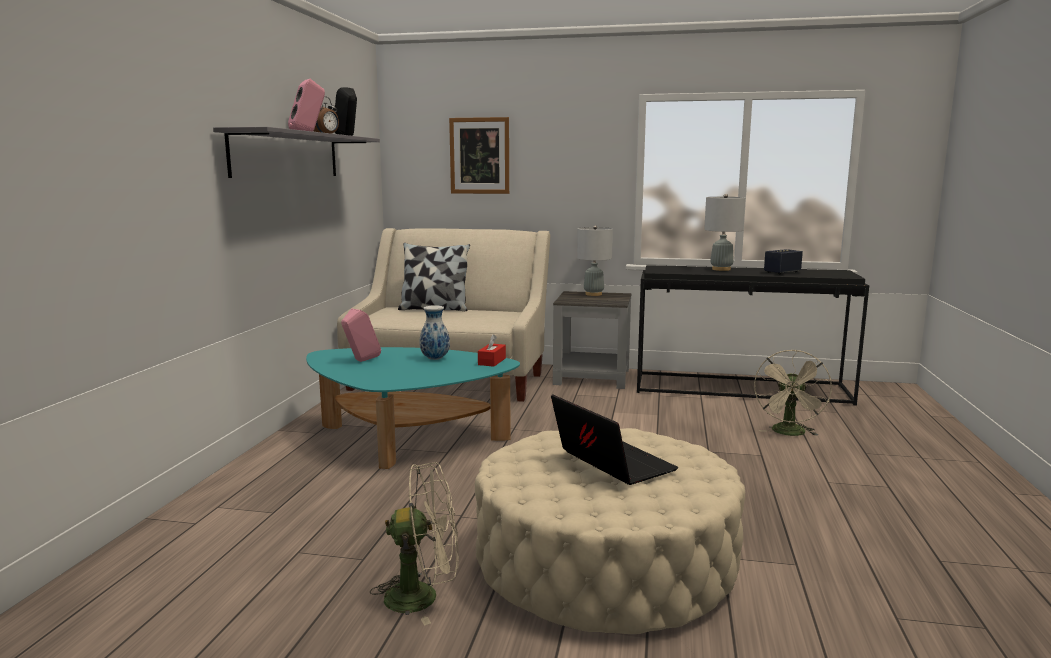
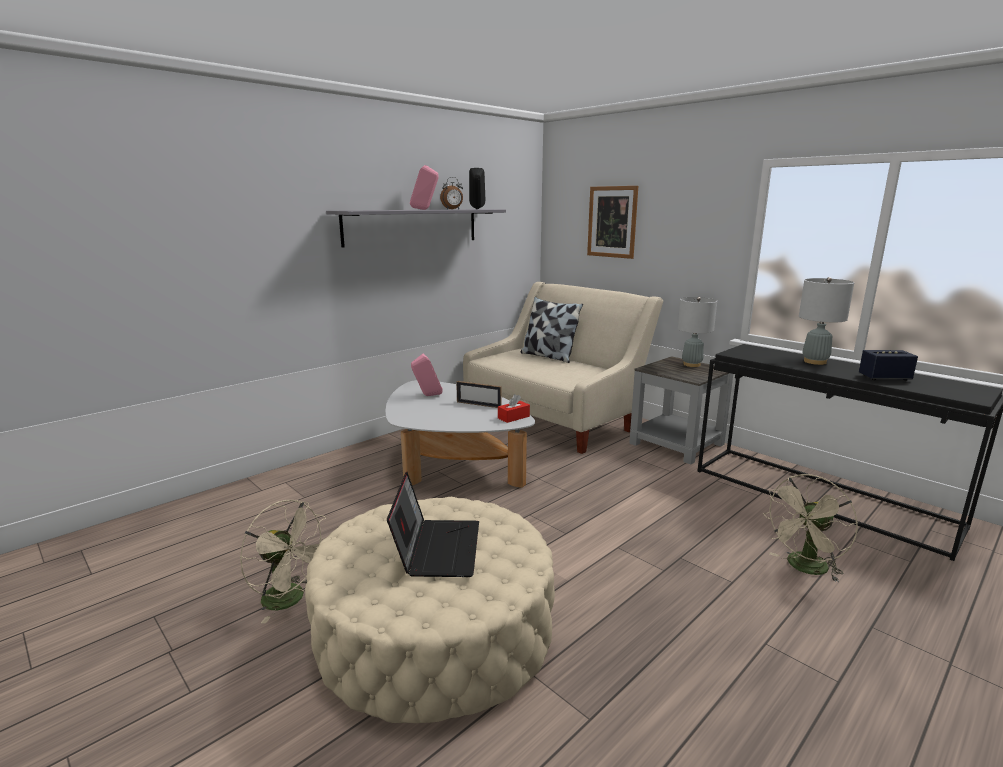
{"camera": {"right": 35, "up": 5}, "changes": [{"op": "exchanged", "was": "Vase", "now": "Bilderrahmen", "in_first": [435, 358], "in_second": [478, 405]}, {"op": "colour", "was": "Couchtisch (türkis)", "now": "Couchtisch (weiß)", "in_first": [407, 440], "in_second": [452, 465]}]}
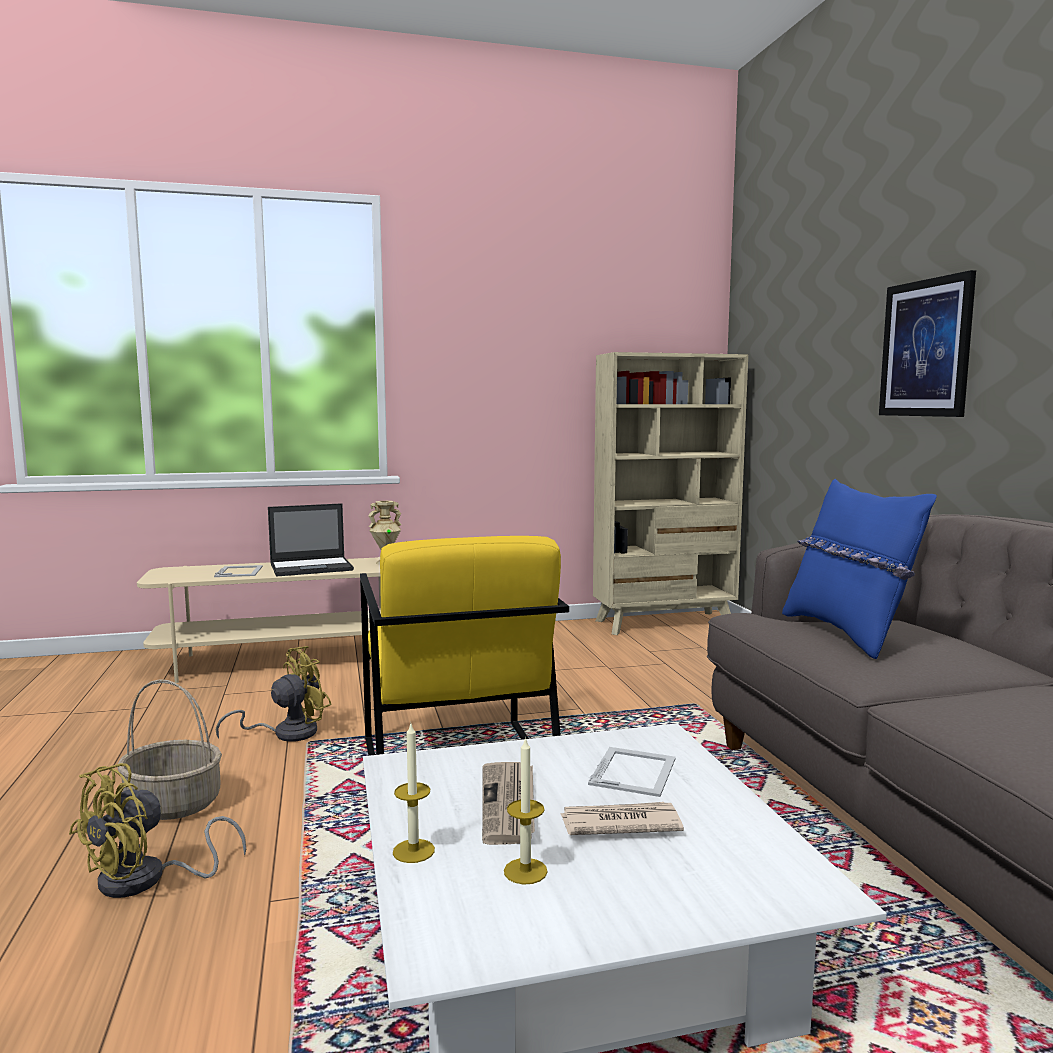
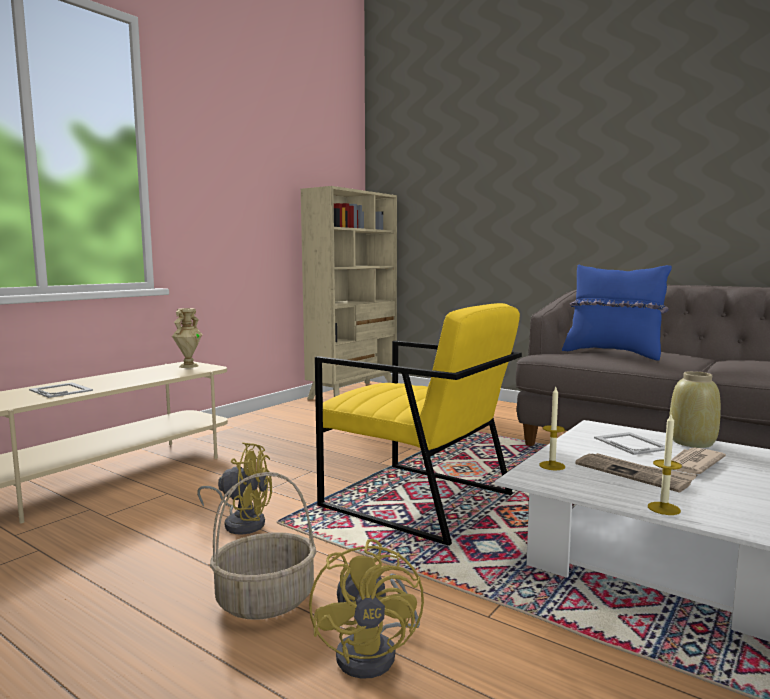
{"camera": {"right": -40, "up": 0}, "changes": [{"op": "missing", "was": "Laptop", "in_first": [312, 567]}, {"op": "missing", "was": "Bild", "in_first": [926, 348]}, {"op": "appeared", "now": "Vase (beige)", "in_second": [691, 442]}, {"op": "relocated", "was": "Kerze", "in_first": [525, 871], "in_second": [552, 465]}, {"op": "spun", "was": "Ventilator (gelb)", "in_first": [287, 733], "in_second": [241, 522], "clockwise": 90}]}
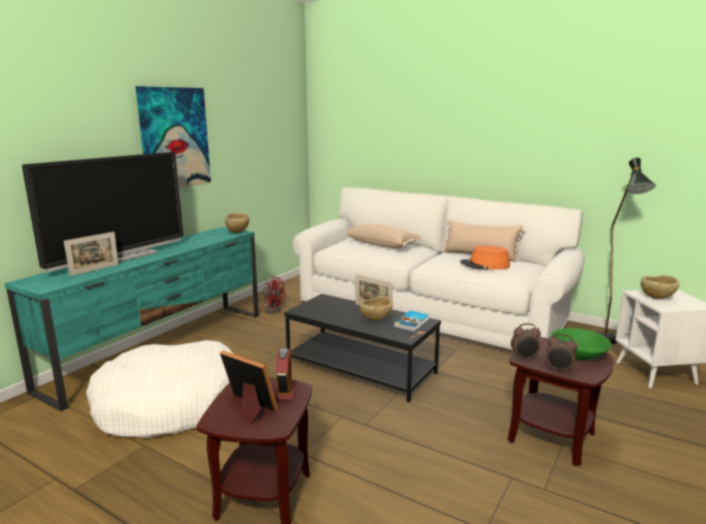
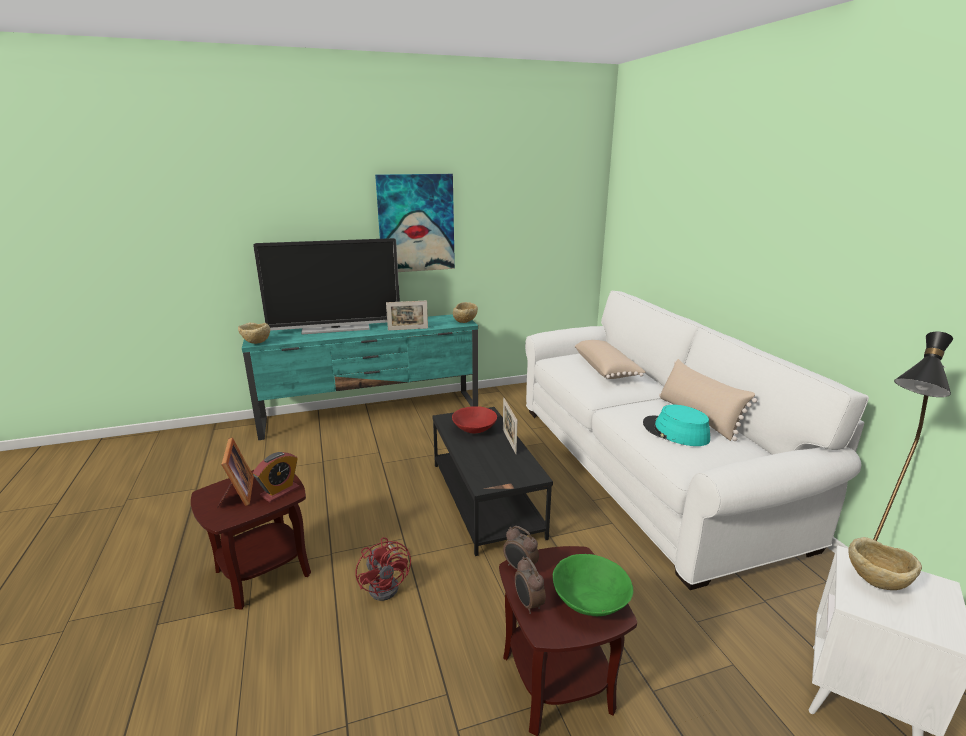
{"camera": {"right": 40, "up": 5}, "changes": [{"op": "missing", "was": "Hundebett (weiß)", "in_first": [170, 405]}, {"op": "missing", "was": "Buch", "in_first": [412, 323]}, {"op": "appeared", "now": "Schüssel (rot)", "in_second": [474, 429]}, {"op": "relocated", "was": "Bilderrahmen", "in_first": [94, 270], "in_second": [408, 329]}, {"op": "relocated", "was": "Ventilator (rot)", "in_first": [272, 309], "in_second": [388, 585]}, {"op": "relocated", "was": "Schüssel (beige)", "in_first": [376, 320], "in_second": [256, 343]}, {"op": "colour", "was": "Hut (orange)", "now": "Hut (türkis)", "in_first": [485, 265], "in_second": [675, 432]}]}
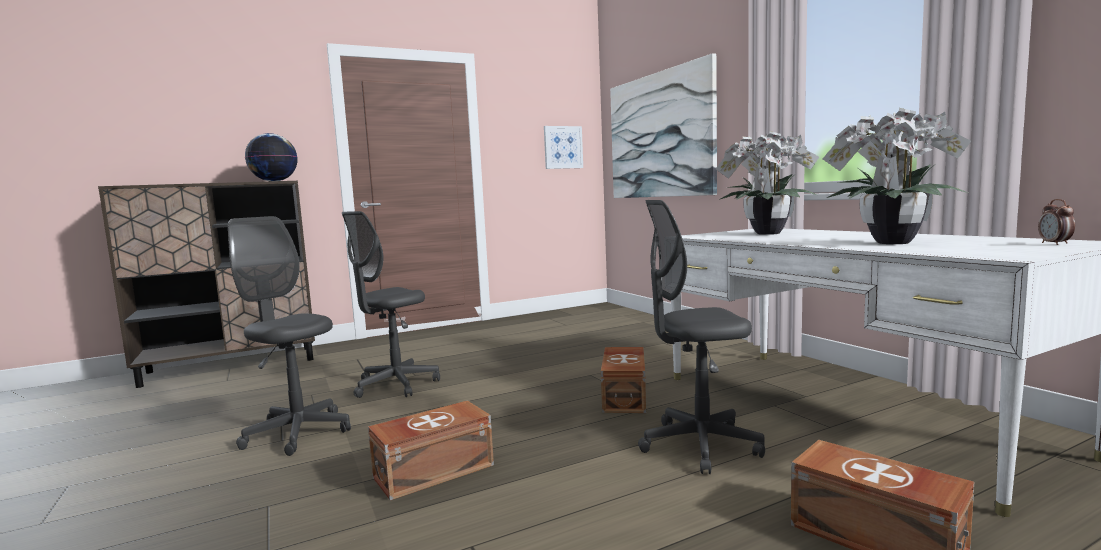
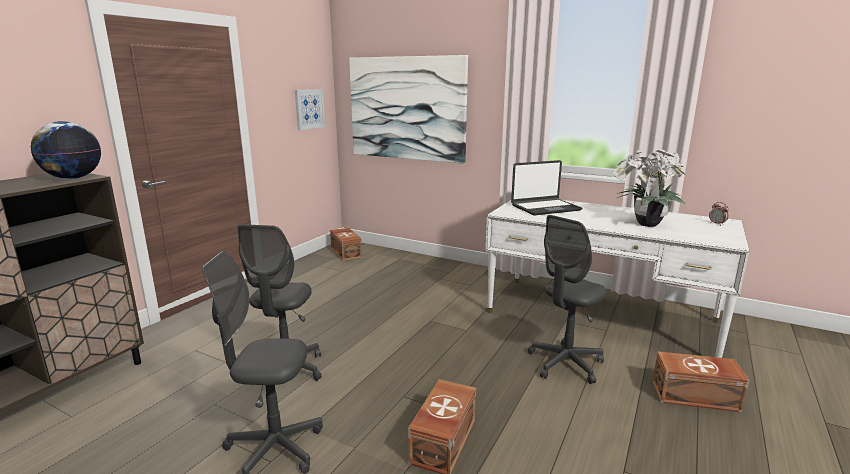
{"camera": {"right": -35, "up": 10}, "changes": [{"op": "relocated", "was": "Aufbewahrungsbox (braun)", "in_first": [625, 396], "in_second": [346, 252]}, {"op": "exchanged", "was": "Topfpflanze", "now": "Laptop", "in_first": [765, 233], "in_second": [545, 208]}]}
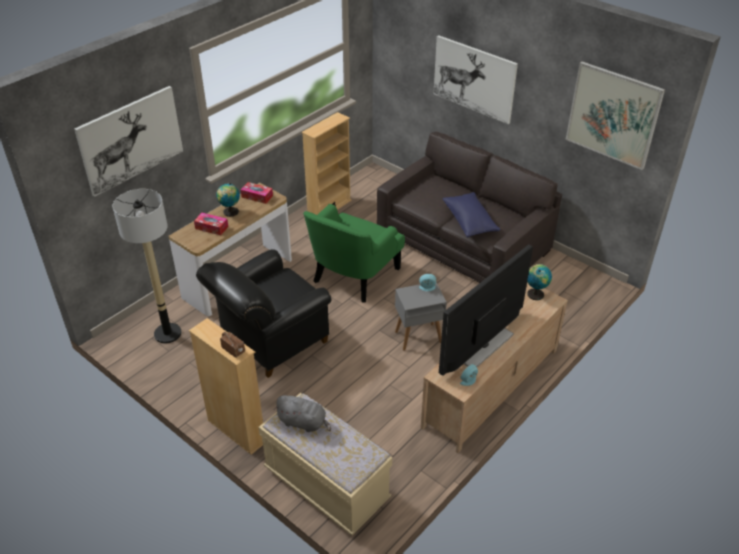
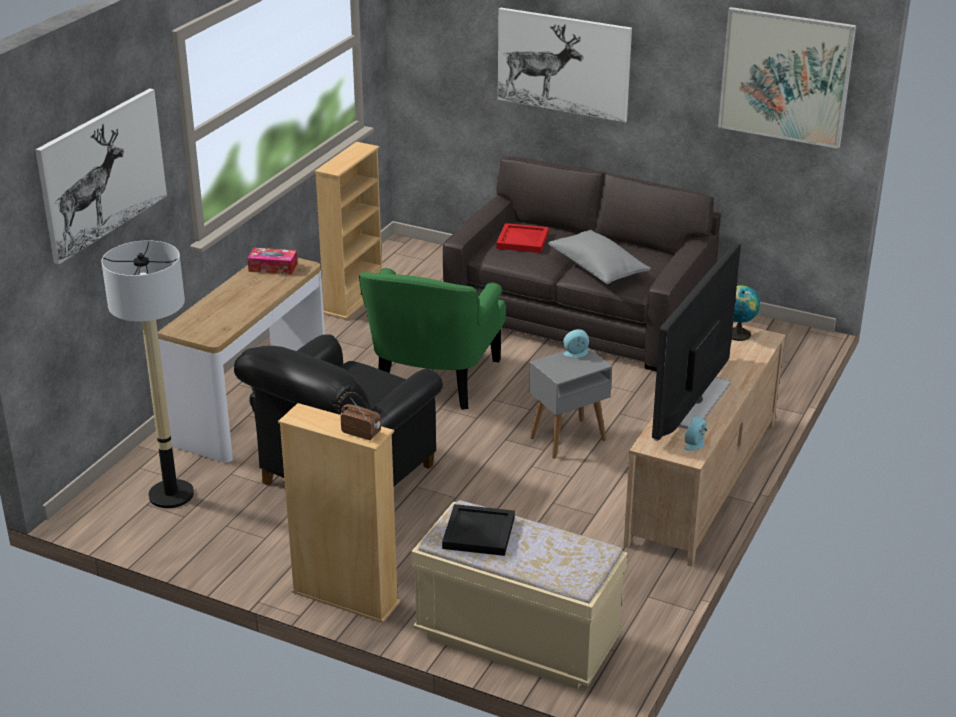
{"camera": {"right": -15, "up": -10}, "changes": [{"op": "missing", "was": "Taschentuchbox", "in_first": [211, 227]}, {"op": "missing", "was": "Globus", "in_first": [230, 212]}, {"op": "appeared", "now": "Tablett (rot)", "in_second": [523, 241]}, {"op": "exchanged", "was": "Plüschtier (grau)", "now": "Tablett (schwarz)", "in_first": [304, 423], "in_second": [480, 532]}, {"op": "colour", "was": "Kissen (blau)", "now": "Kissen (grau)", "in_first": [469, 222], "in_second": [598, 269]}]}
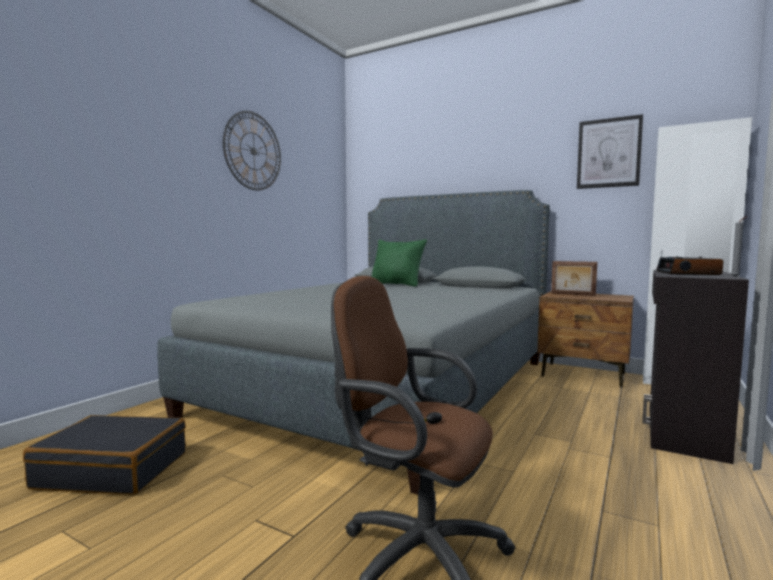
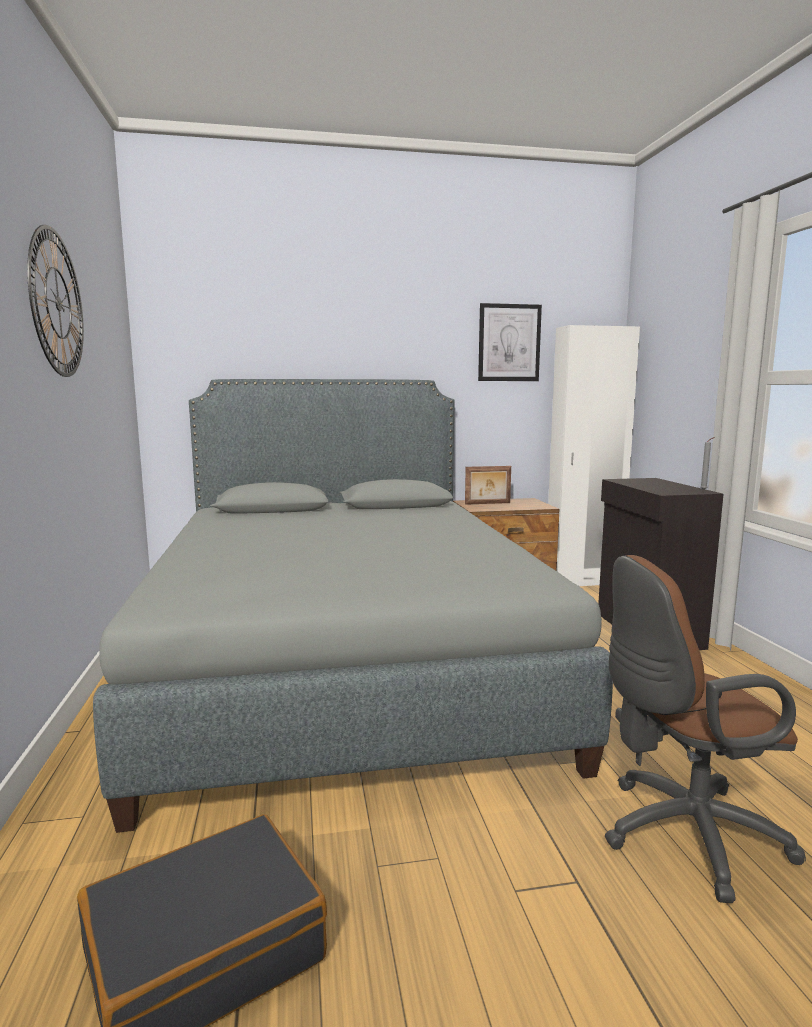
{"camera": {"right": -40, "up": 5}, "changes": [{"op": "missing", "was": "Kissen (grün)", "in_first": [397, 284]}, {"op": "missing", "was": "Wecker", "in_first": [688, 273]}]}
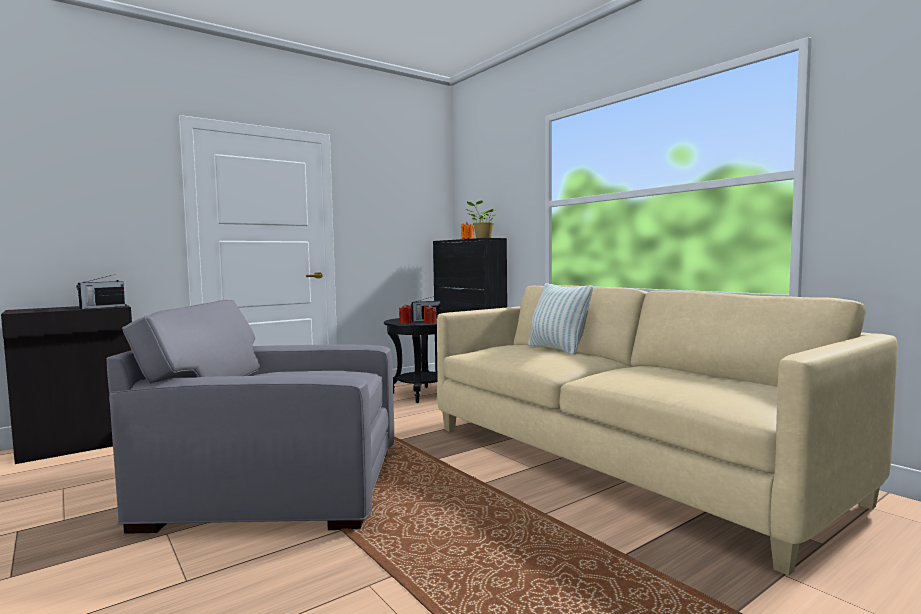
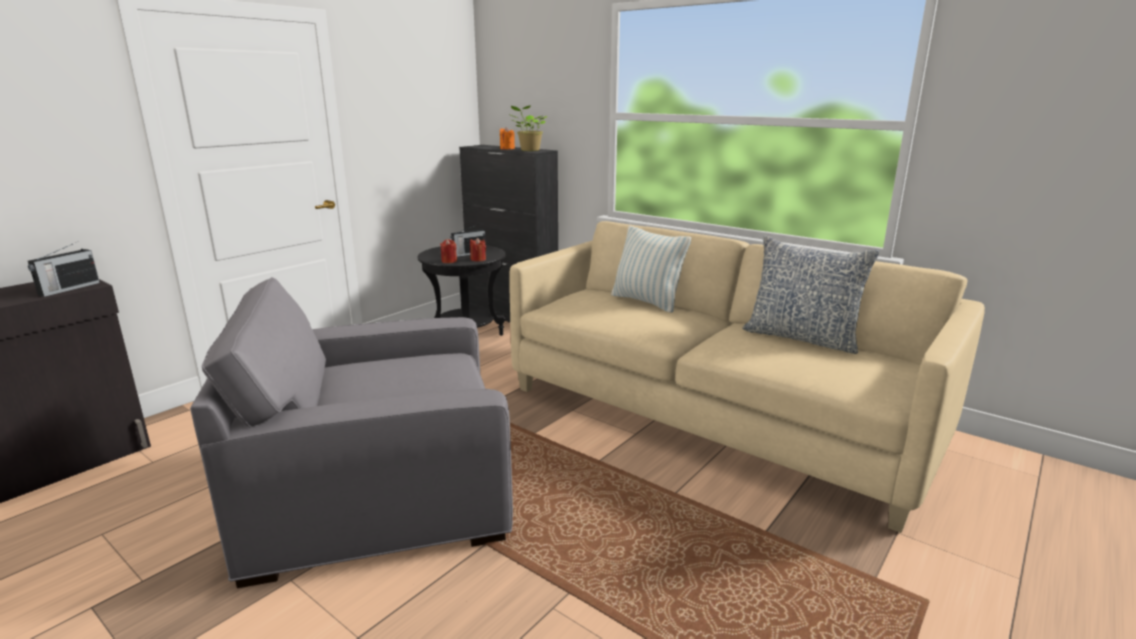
{"camera": {"right": -15, "up": 15}, "changes": [{"op": "appeared", "now": "Kissen", "in_second": [801, 337]}]}
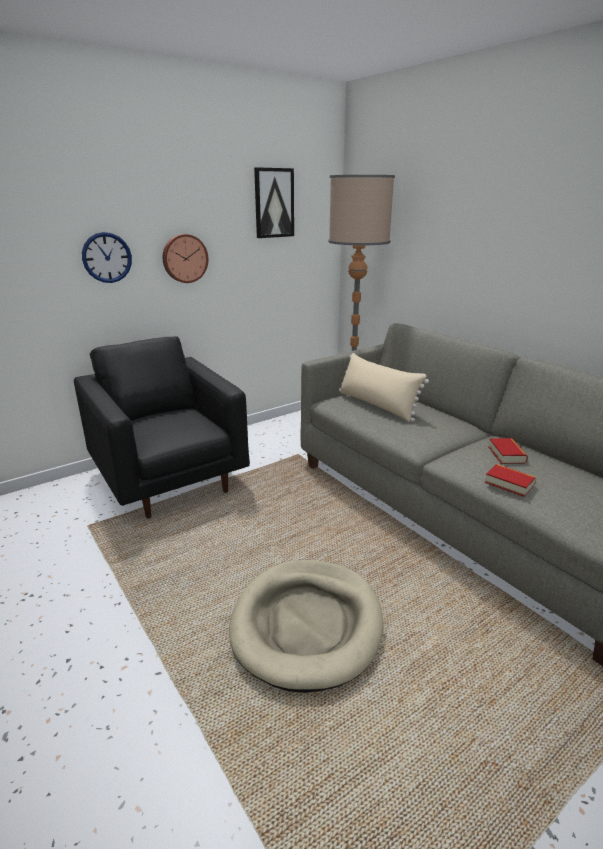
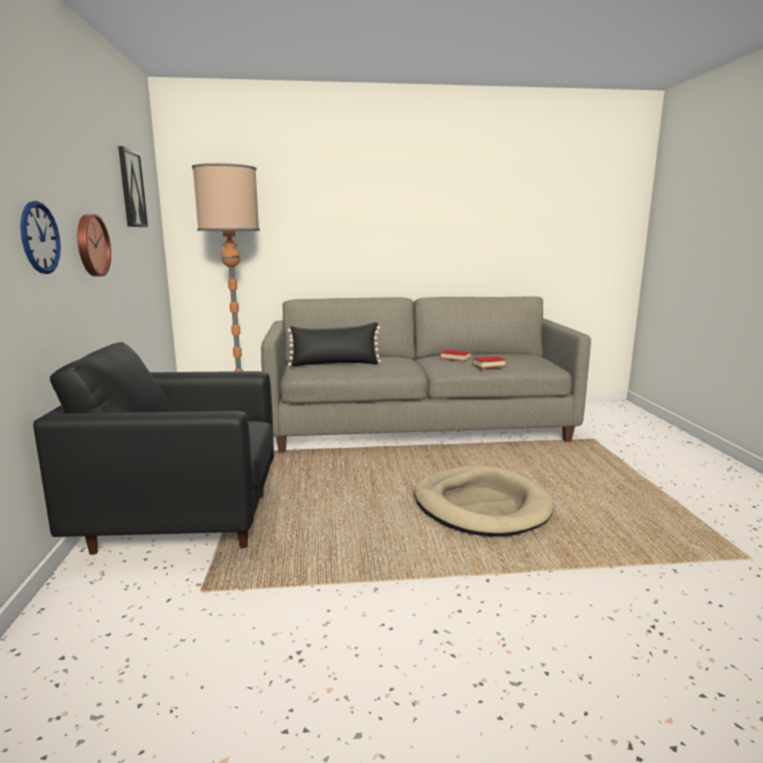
{"camera": {"right": -60, "up": -10}, "changes": [{"op": "colour", "was": "Kissen (beige)", "now": "Kissen (schwarz)", "in_first": [377, 405], "in_second": [335, 364]}]}
